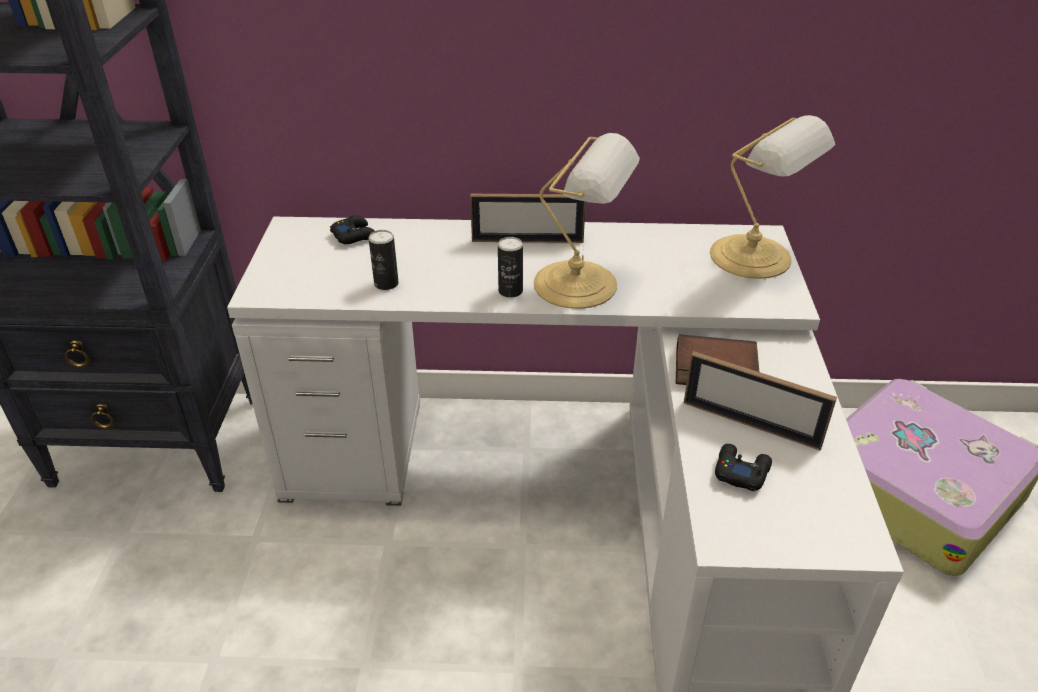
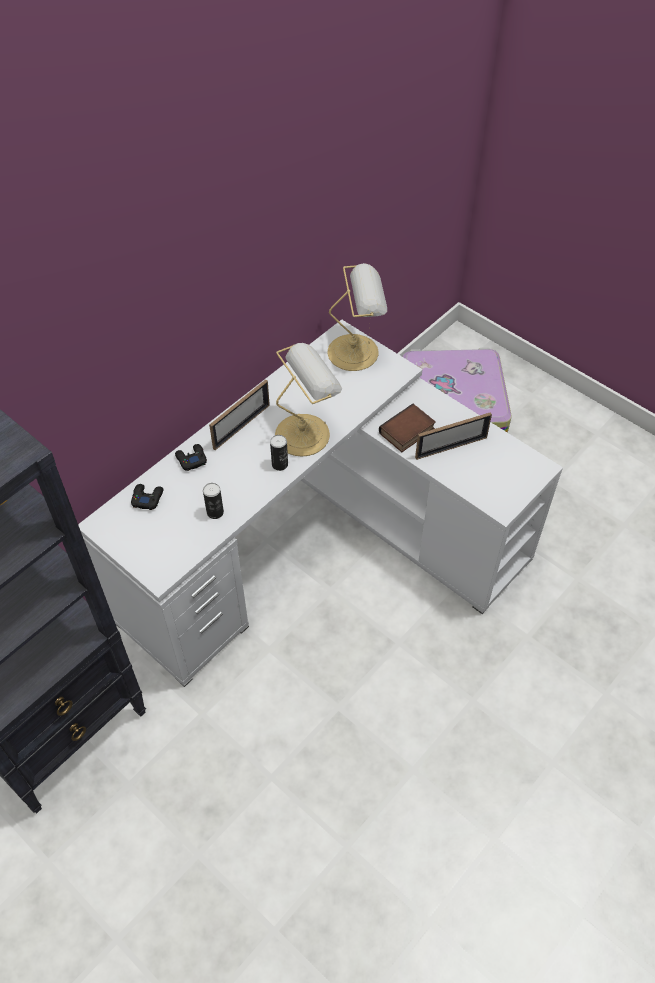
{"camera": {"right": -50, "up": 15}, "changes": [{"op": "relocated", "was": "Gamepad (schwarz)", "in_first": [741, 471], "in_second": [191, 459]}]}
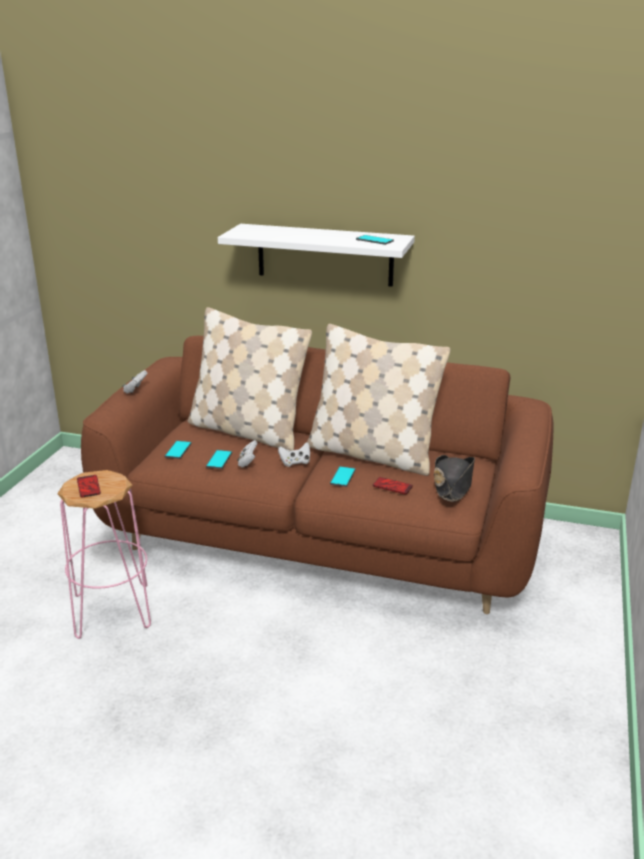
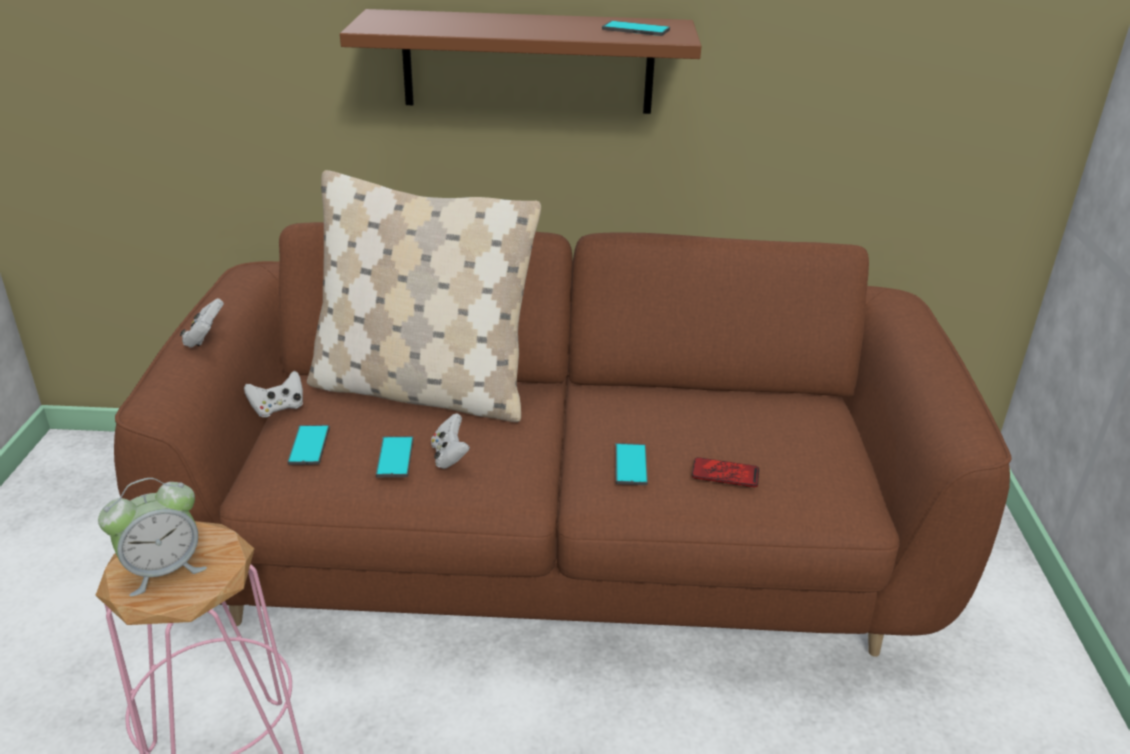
{"camera": {"right": -15, "up": 5}, "changes": [{"op": "missing", "was": "Kissen (beige)", "in_first": [372, 454]}, {"op": "missing", "was": "Hut (schwarz)", "in_first": [453, 484]}, {"op": "relocated", "was": "Gamepad (weiß)", "in_first": [295, 463], "in_second": [278, 408]}, {"op": "exchanged", "was": "Handy", "now": "Wecker", "in_first": [88, 487], "in_second": [163, 570]}, {"op": "colour", "was": "Wandregal (weiß)", "now": "Wandregal (braun)", "in_first": [325, 255], "in_second": [528, 62]}]}
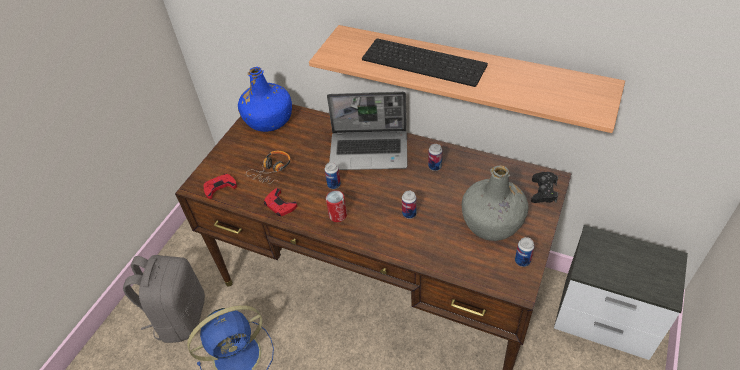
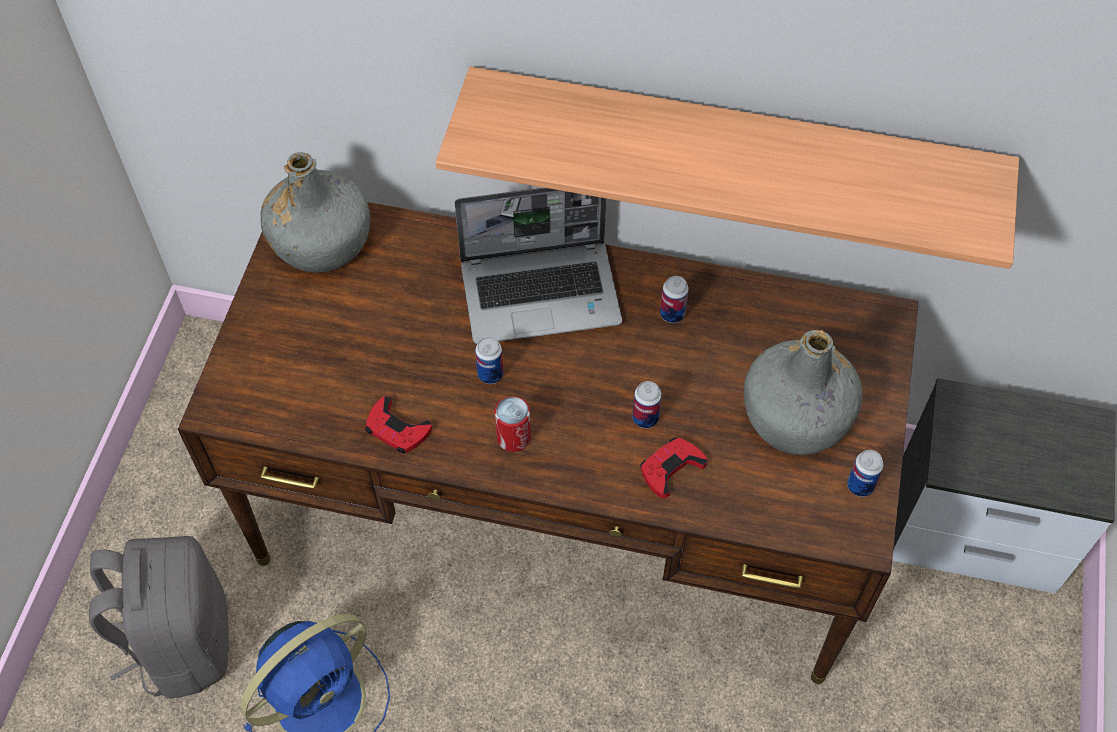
{"camera": {"right": -15, "up": 10}, "changes": [{"op": "missing", "was": "Kopfhörer", "in_first": [272, 170]}, {"op": "missing", "was": "Tastatur", "in_first": [425, 61]}, {"op": "missing", "was": "Gamepad (schwarz)", "in_first": [543, 191]}, {"op": "relocated", "was": "Gamepad (rot)", "in_first": [220, 187], "in_second": [671, 468]}, {"op": "colour", "was": "Flasche (blau)", "now": "Flasche (grau)", "in_first": [269, 119], "in_second": [321, 241]}]}
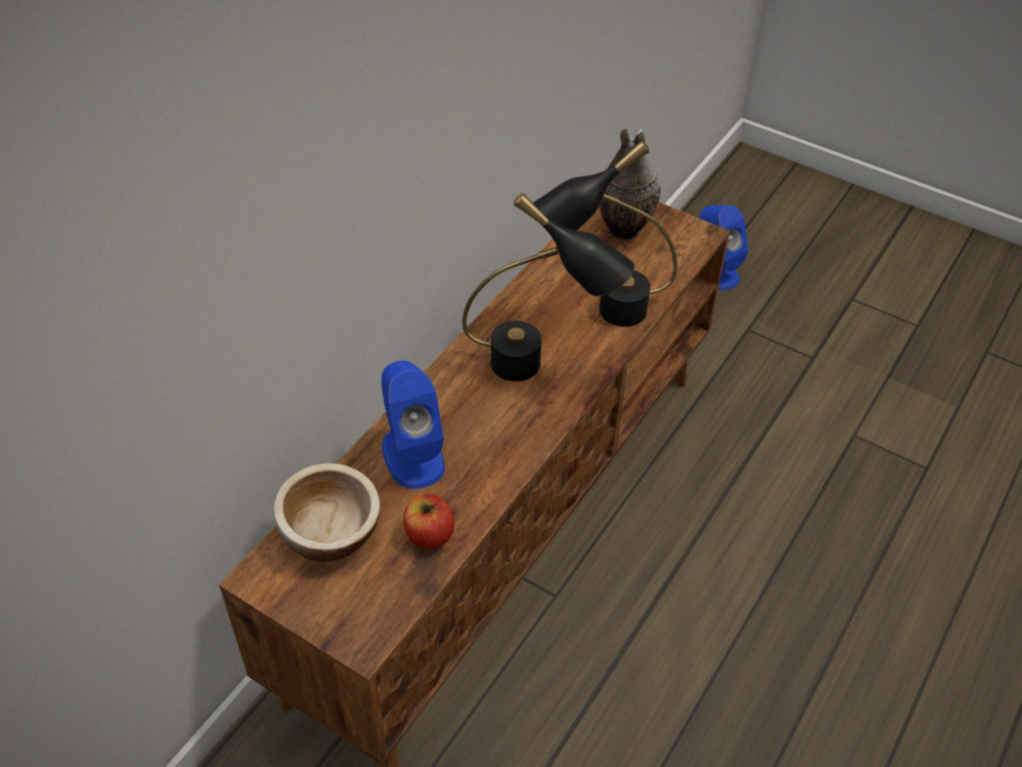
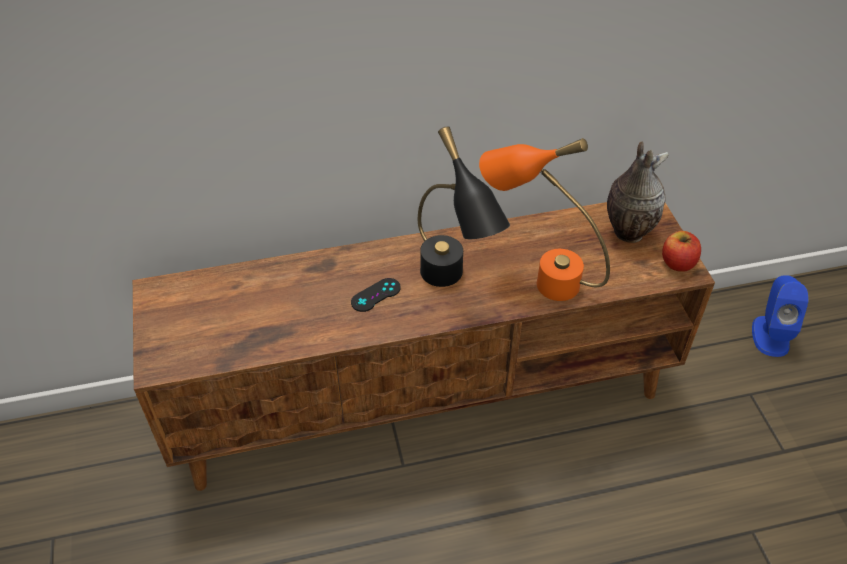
{"camera": {"right": 45, "up": 0}, "changes": [{"op": "missing", "was": "Schüssel", "in_first": [330, 532]}, {"op": "missing", "was": "Lautsprecher (blau)", "in_first": [412, 455]}, {"op": "appeared", "now": "Gamepad (schwarz)", "in_second": [376, 295]}, {"op": "relocated", "was": "Apfel", "in_first": [429, 535], "in_second": [677, 263]}, {"op": "colour", "was": "Tischlampe (schwarz)", "now": "Tischlampe (orange)", "in_first": [600, 314], "in_second": [537, 277]}]}
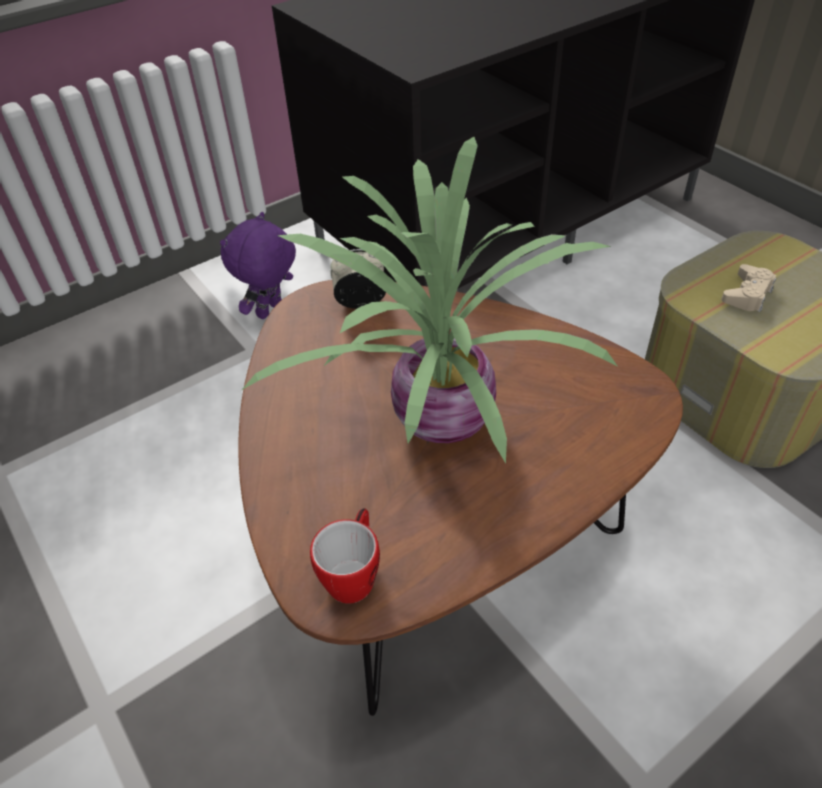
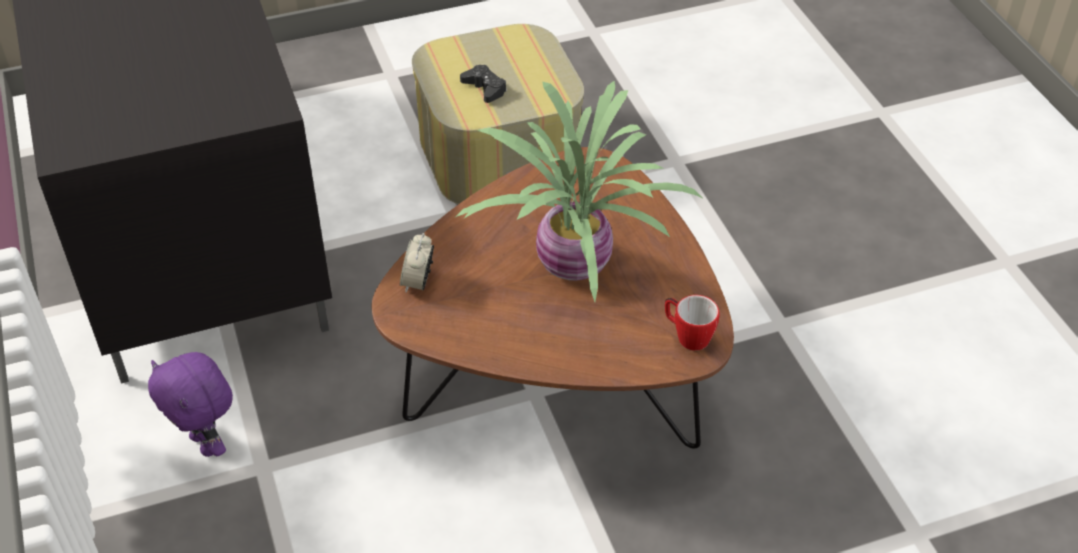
{"camera": {"right": -75, "up": 0}, "changes": [{"op": "colour", "was": "Gamepad (beige)", "now": "Gamepad (schwarz)", "in_first": [747, 294], "in_second": [485, 88]}]}
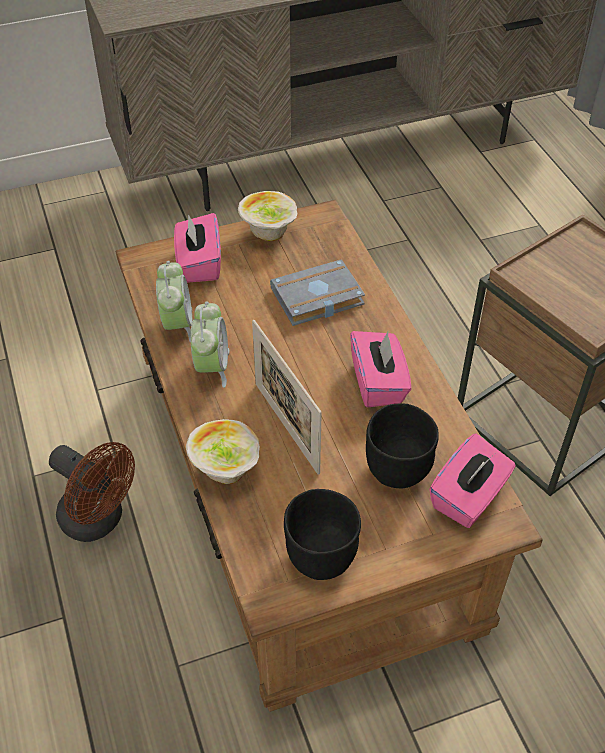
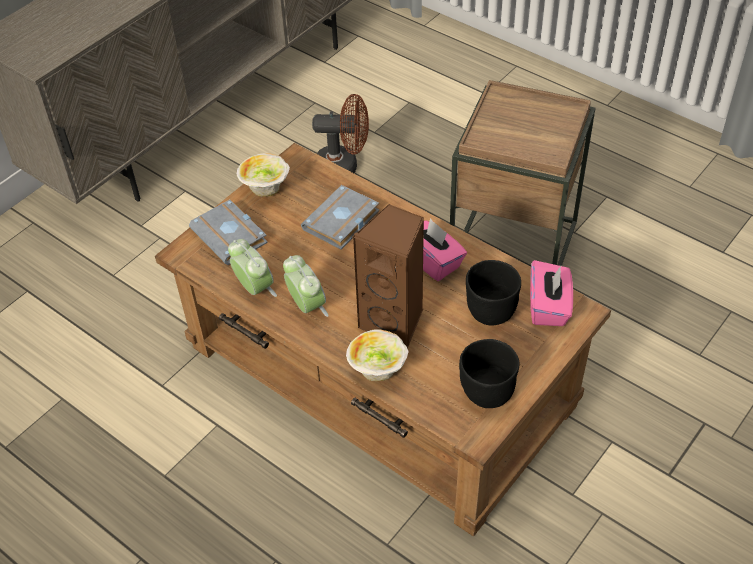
{"camera": {"right": -30, "up": 0}, "changes": [{"op": "relocated", "was": "Ventilator (braun)", "in_first": [99, 520], "in_second": [343, 167]}, {"op": "exchanged", "was": "Taschentuchbox (rosa)", "now": "Buch (grau)", "in_first": [199, 264], "in_second": [232, 236]}, {"op": "exchanged", "was": "Bilderrahmen", "now": "Lautsprecher (braun)", "in_first": [286, 427], "in_second": [395, 321]}]}
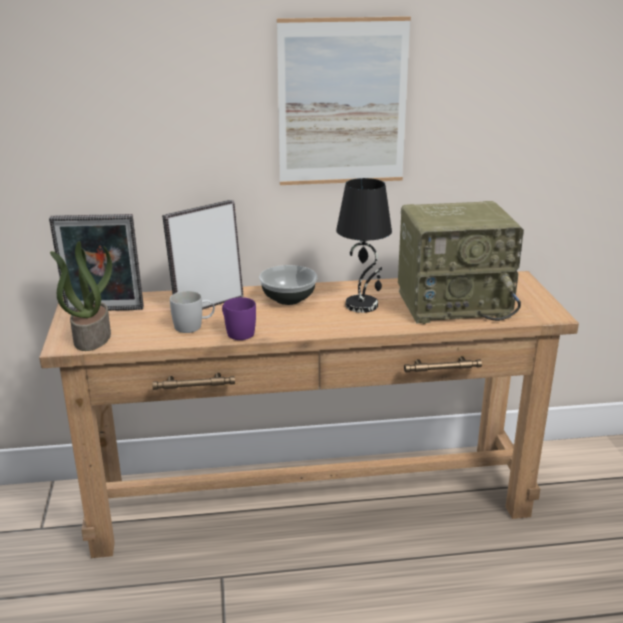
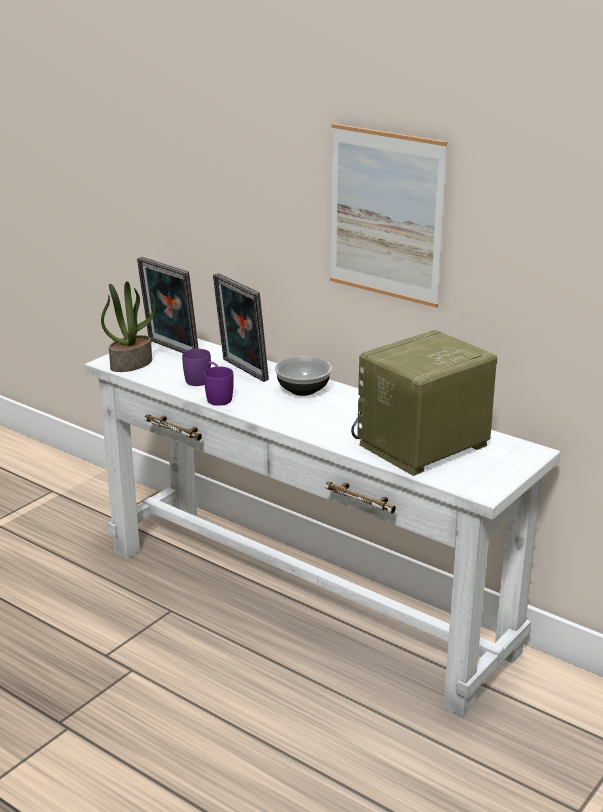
{"camera": {"right": 45, "up": 0}, "changes": [{"op": "missing", "was": "Tischlampe (schwarz)", "in_first": [362, 305]}, {"op": "colour", "was": "Konsolentisch (braun)", "now": "Konsolentisch (weiß)", "in_first": [311, 500], "in_second": [304, 599]}, {"op": "colour", "was": "Henkelbecher (weiß)", "now": "Henkelbecher (lila)", "in_first": [194, 326], "in_second": [202, 382]}, {"op": "spun", "was": "Bilderrahmen", "in_first": [207, 304], "in_second": [241, 371], "clockwise": -135}, {"op": "spun", "was": "Radio", "in_first": [454, 303], "in_second": [422, 446], "clockwise": 105}]}
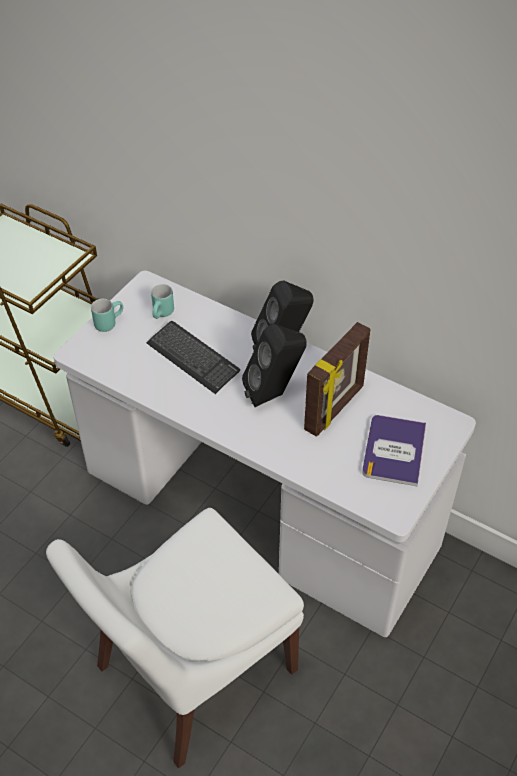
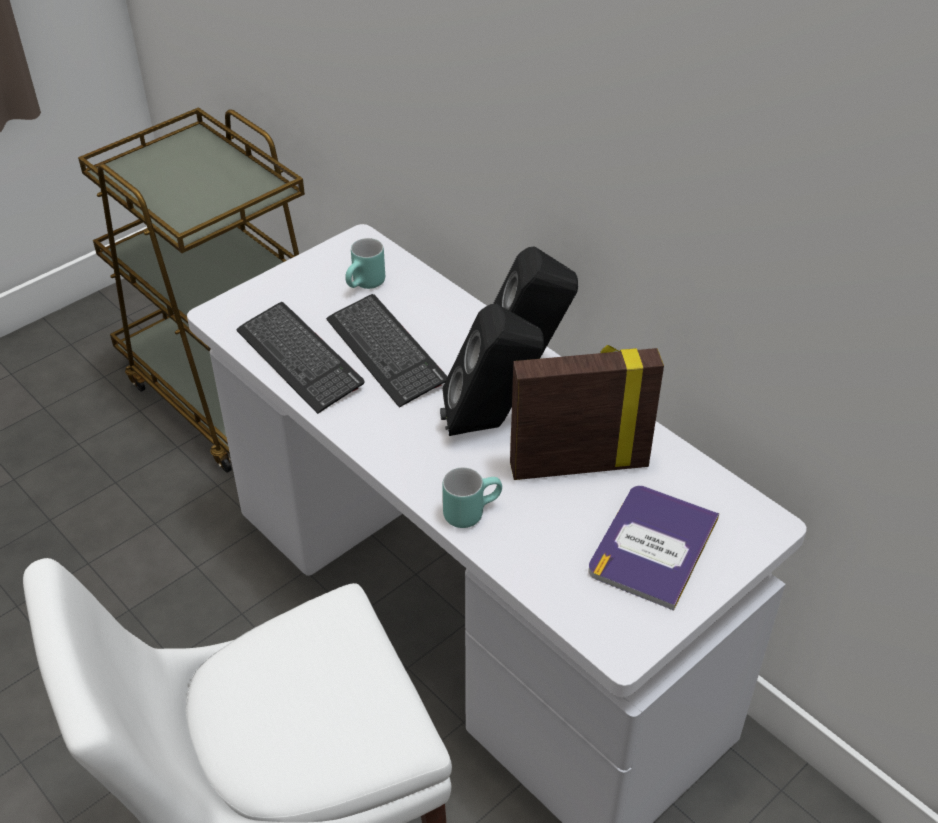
{"camera": {"right": 15, "up": -5}, "changes": [{"op": "appeared", "now": "Tastatur", "in_second": [299, 359]}, {"op": "relocated", "was": "Henkelbecher (türkis)", "in_first": [108, 322], "in_second": [470, 510]}, {"op": "spun", "was": "Bilderrahmen", "in_first": [335, 408], "in_second": [578, 464], "clockwise": -150}]}
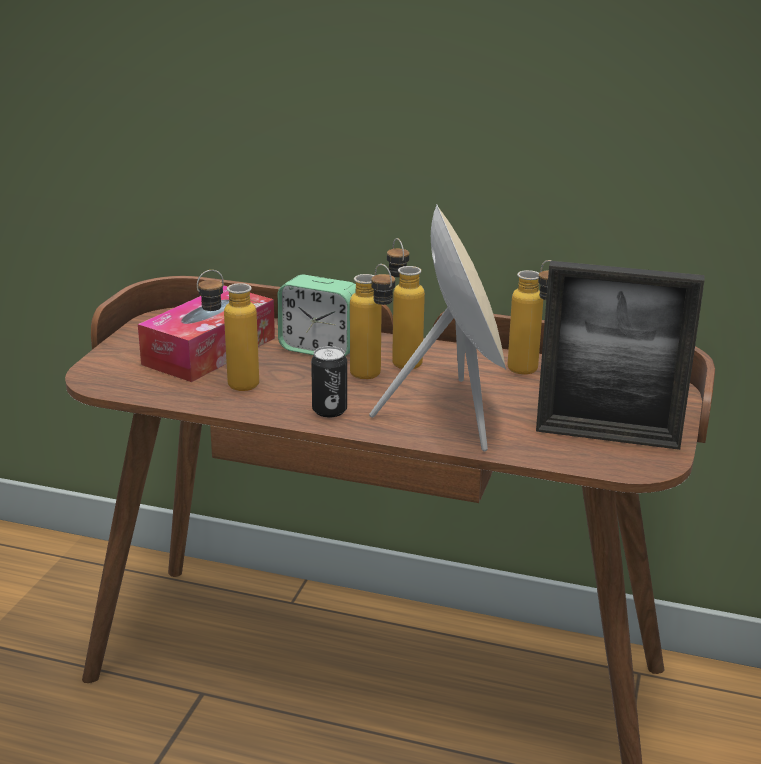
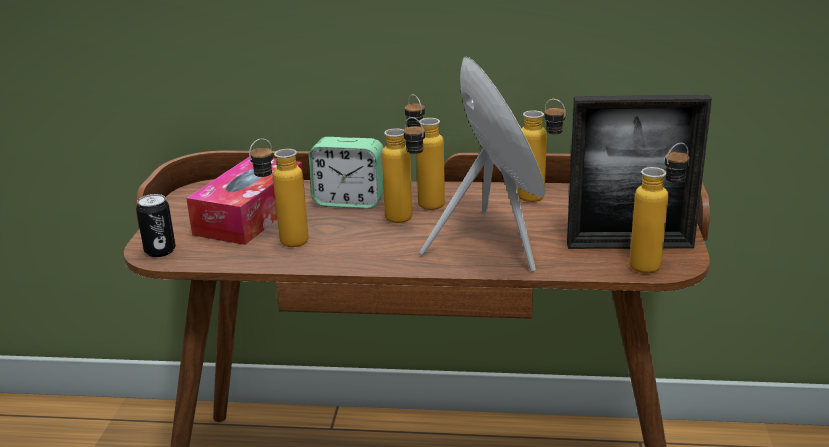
{"camera": {"right": -10, "up": 0}, "changes": [{"op": "appeared", "now": "Flasche", "in_second": [655, 263]}, {"op": "relocated", "was": "Dose", "in_first": [329, 410], "in_second": [160, 251]}]}
